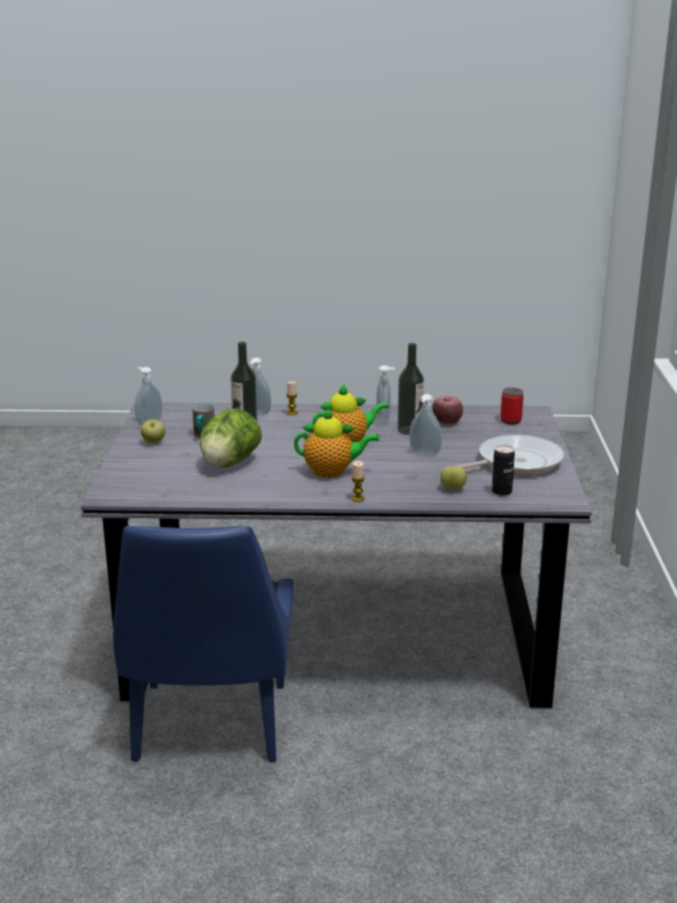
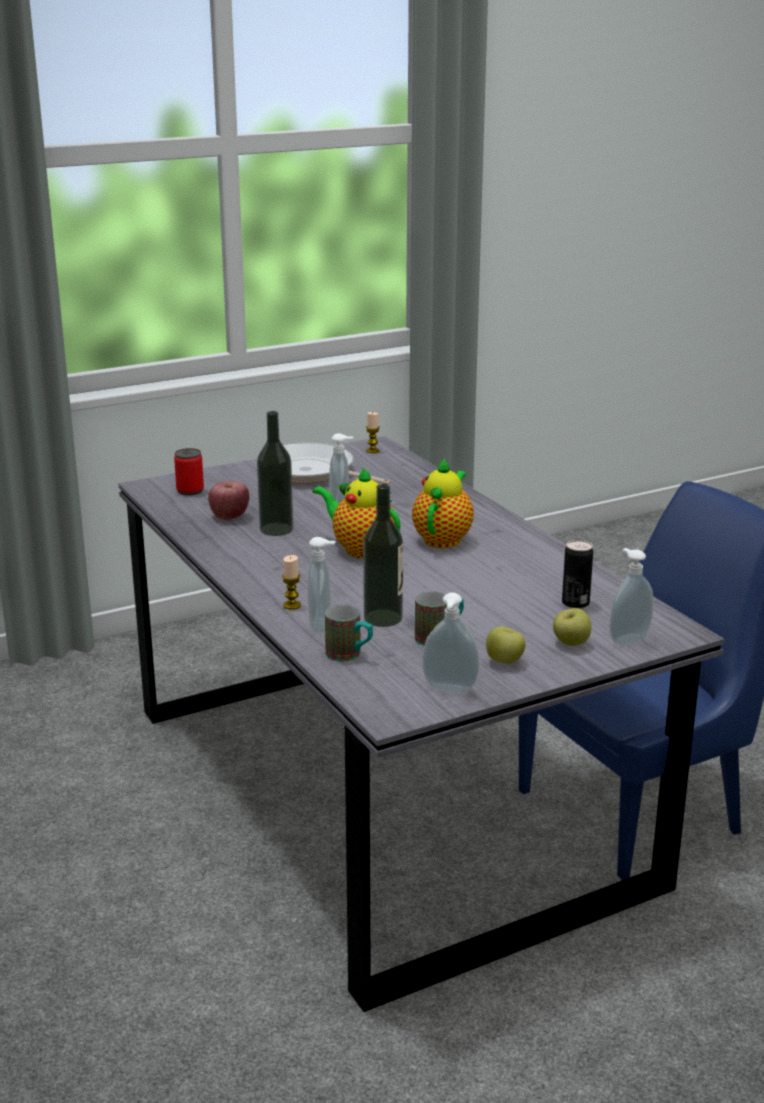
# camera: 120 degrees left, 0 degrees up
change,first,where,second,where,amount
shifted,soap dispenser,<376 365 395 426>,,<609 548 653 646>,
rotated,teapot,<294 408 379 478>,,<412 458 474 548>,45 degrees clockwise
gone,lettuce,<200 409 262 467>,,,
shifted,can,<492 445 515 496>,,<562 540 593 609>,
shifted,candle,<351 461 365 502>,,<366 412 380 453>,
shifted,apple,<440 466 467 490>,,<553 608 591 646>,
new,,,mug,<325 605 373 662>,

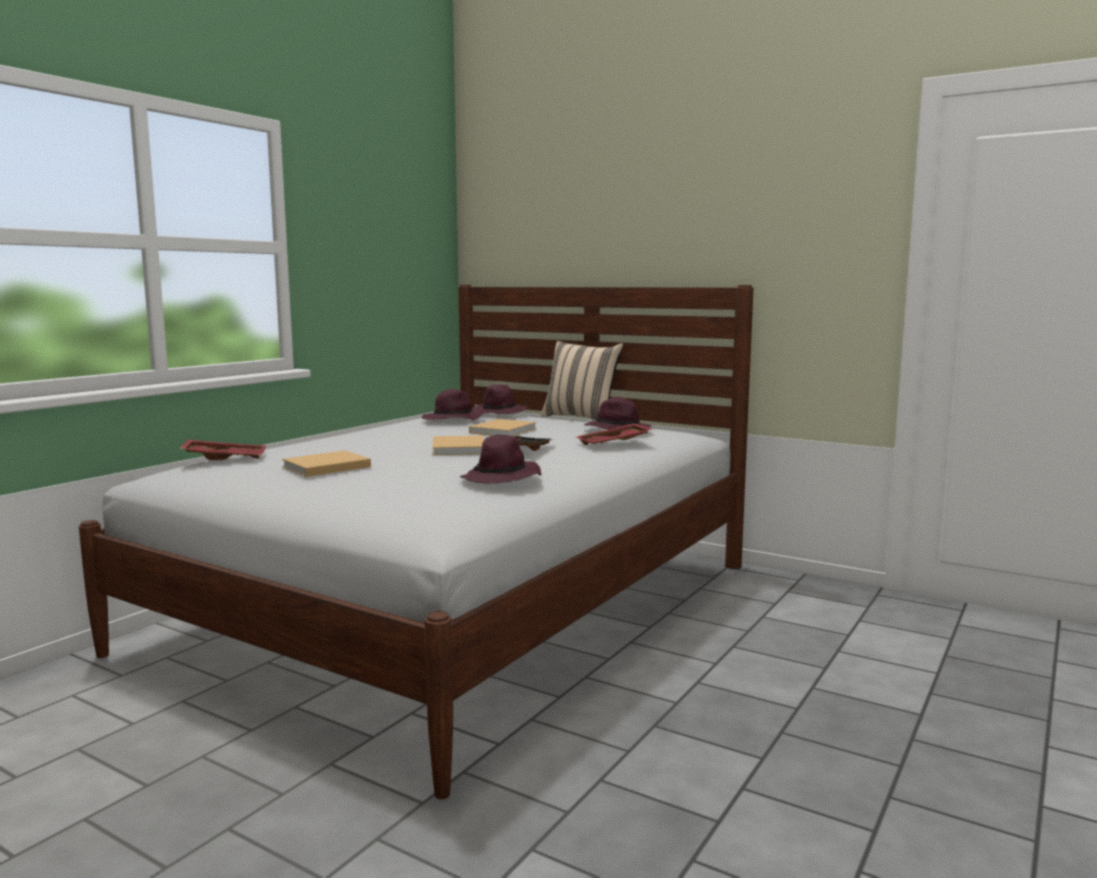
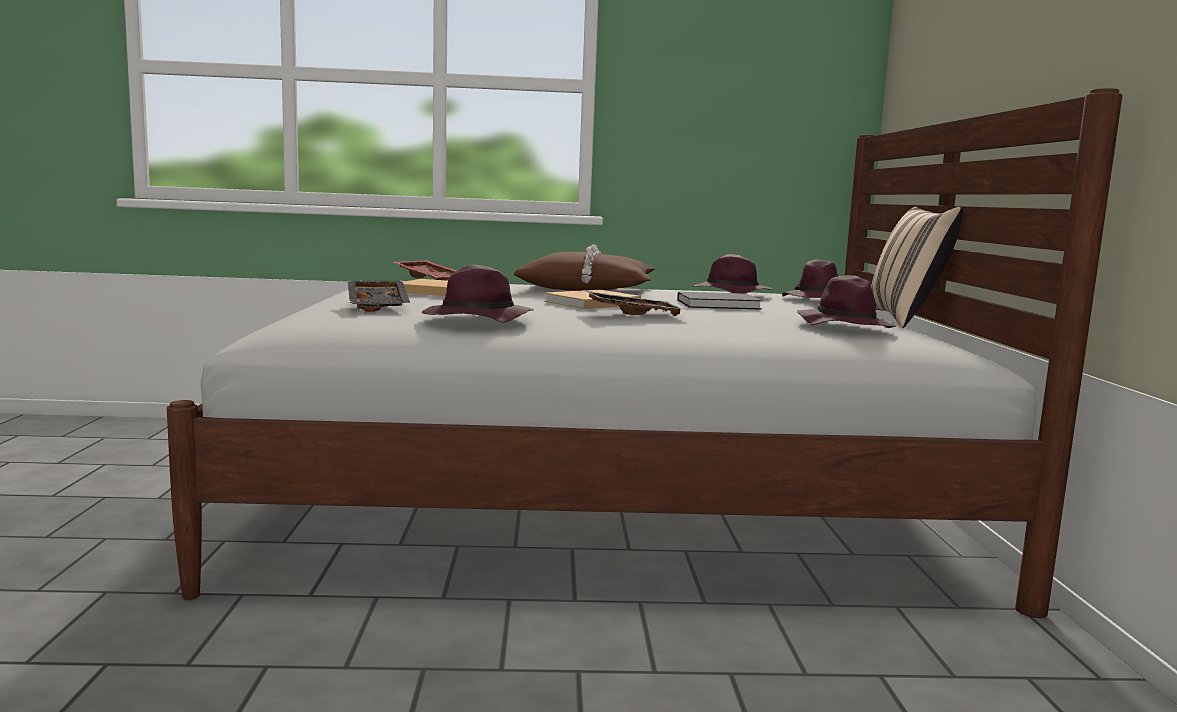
# camera: 55 degrees right, 0 degrees up
change,first,where,second,where,amount
repainted,beige book,<469 419 537 436>,black book,<677 292 763 310>,
gone,red tray,<576 424 653 445>,,,
new,,,brown pillow,<514 244 655 291>,
new,,,black tray,<348 280 410 312>,

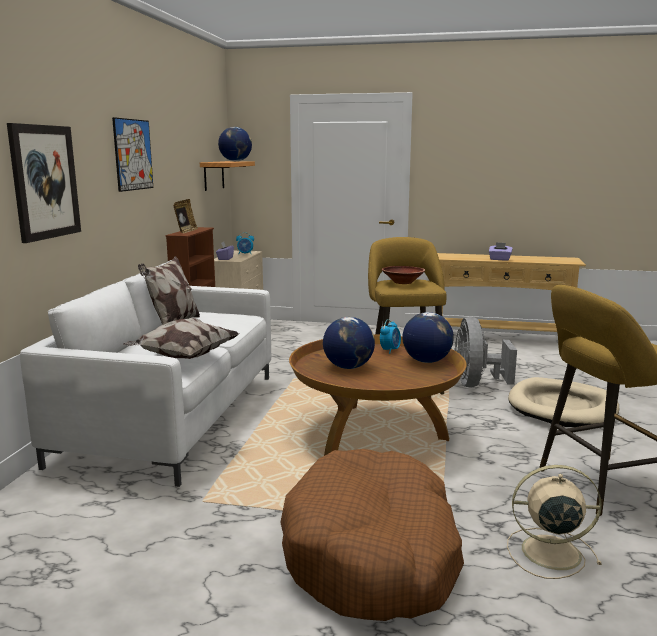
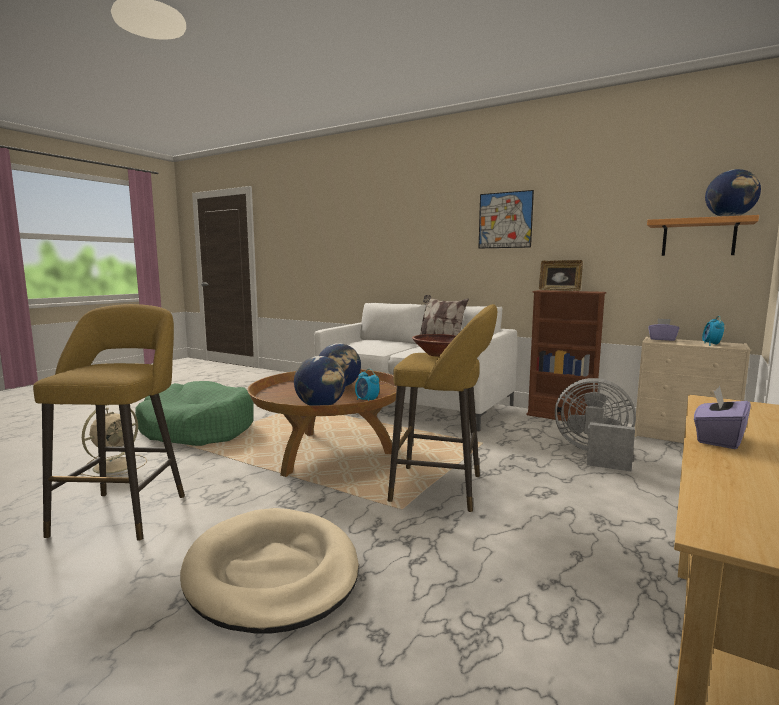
# camera: 110 degrees right, 5 degrees down
change,first,where,second,where,amount
gone,picture,<7 123 81 243>,,,
shifted,grey fan,<455 317 517 388>,,<555 378 636 471>,
gone,pillow,<123 318 239 359>,,,
repainted,brown dog bed,<280 449 464 621>,green dog bed,<135 381 254 446>,

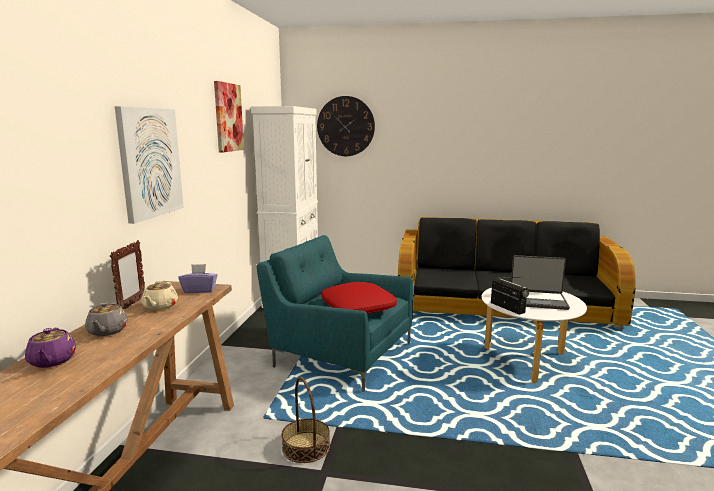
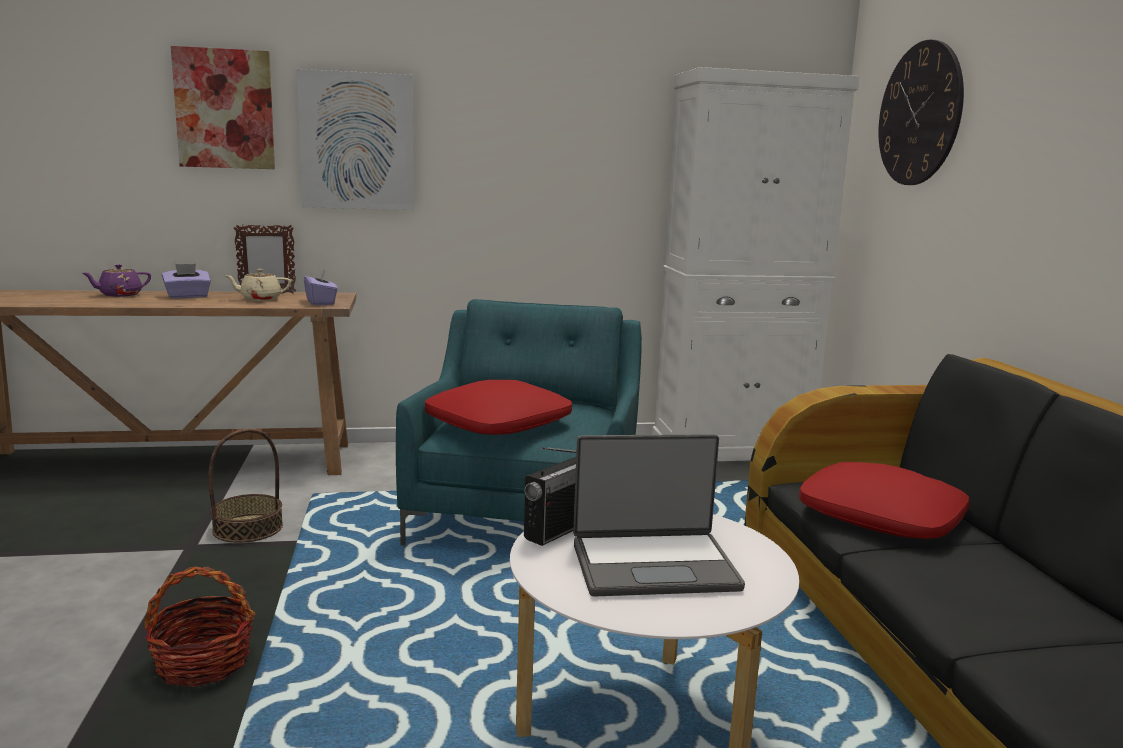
# camera: 70 degrees right, 0 degrees up
change,first,where,second,where,amount
shifted,picture,<214 81 244 153>,,<171 46 275 169>,
rotated,laptop,<511 255 570 310>,,<573 434 745 597>,90 degrees counterclockwise
swapped,grey teapot,<85 302 128 336>,purple tissue box,<162 264 211 298>,
new,,,red pillow,<799 462 970 539>,
new,,,basket,<144 567 255 687>,

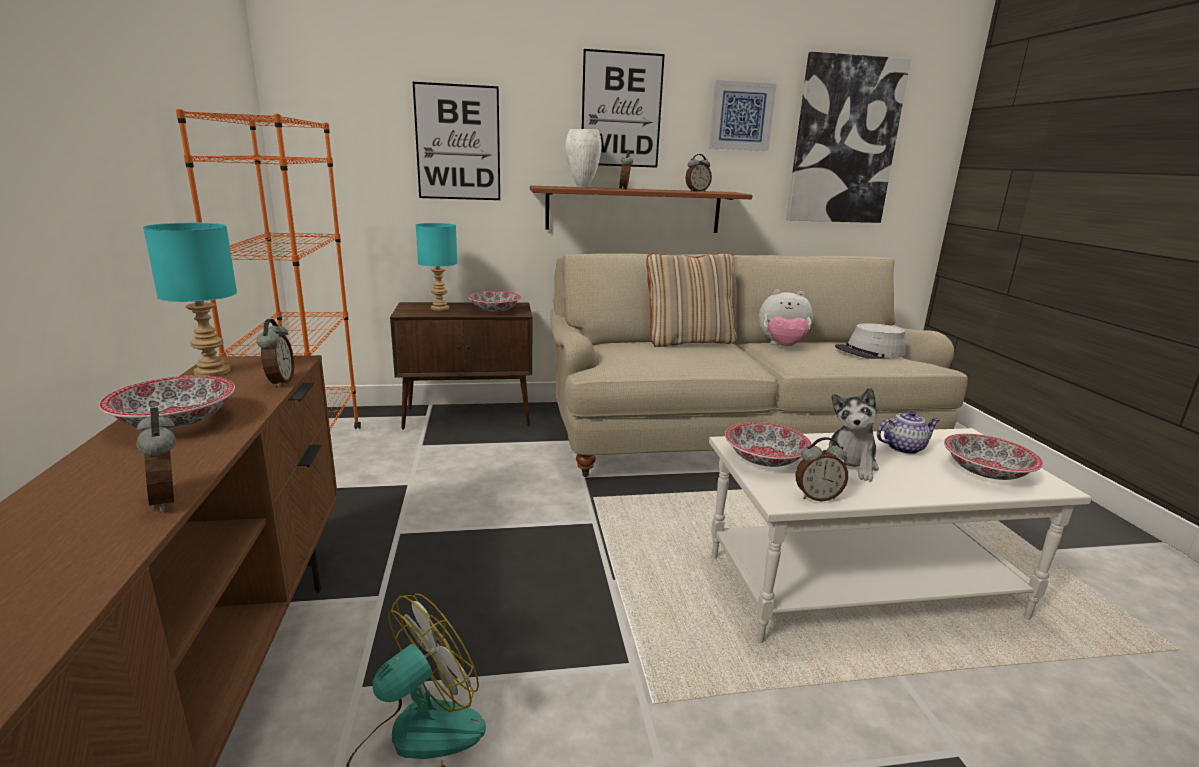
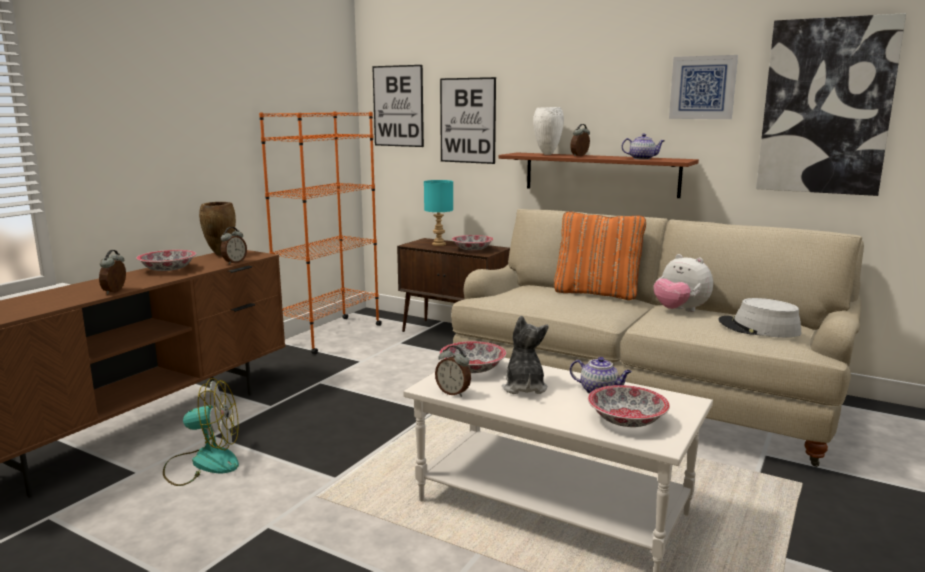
# camera: 40 degrees right, 5 degrees down
change,first,where,second,where,amount
shifted,picture,<582 49 665 168>,,<372 65 424 147>,
swapped,alarm clock,<685 154 712 192>,teapot,<621 134 665 160>,
swapped,turquoise table lamp,<143 223 237 376>,brown vase,<199 202 236 255>,
repainted,beige pillow,<646 253 737 347>,orange pillow,<554 212 646 300>,
rotated,plush toy,<826 388 879 482>,,<502 316 549 394>,120 degrees clockwise

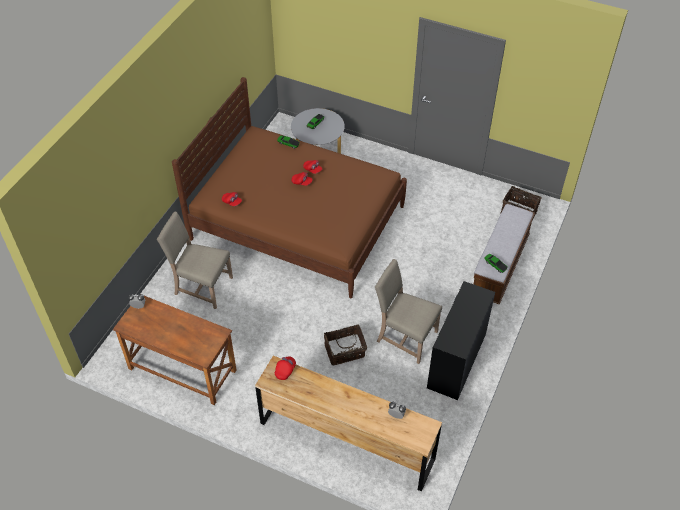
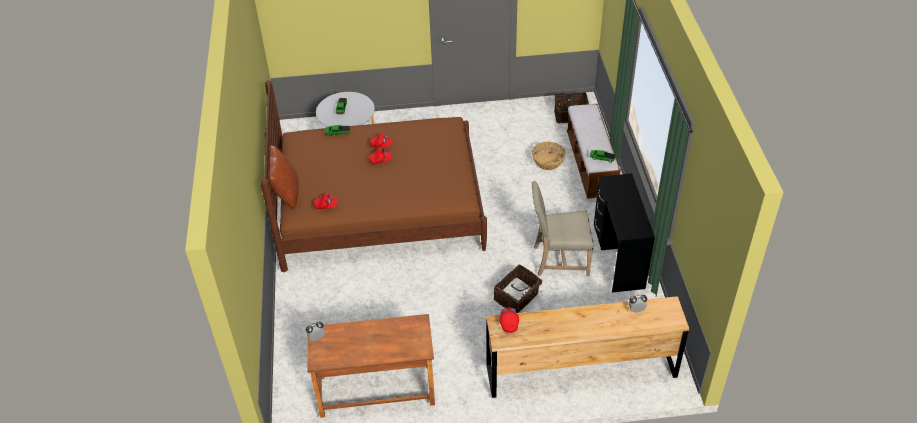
# camera: 30 degrees left, 5 degrees down
change,first,where,second,where,amount
gone,beige chair,<157 212 233 309>,,,
new,,,basket,<532 142 566 170>,
new,,,brown pillow,<269 145 299 209>,

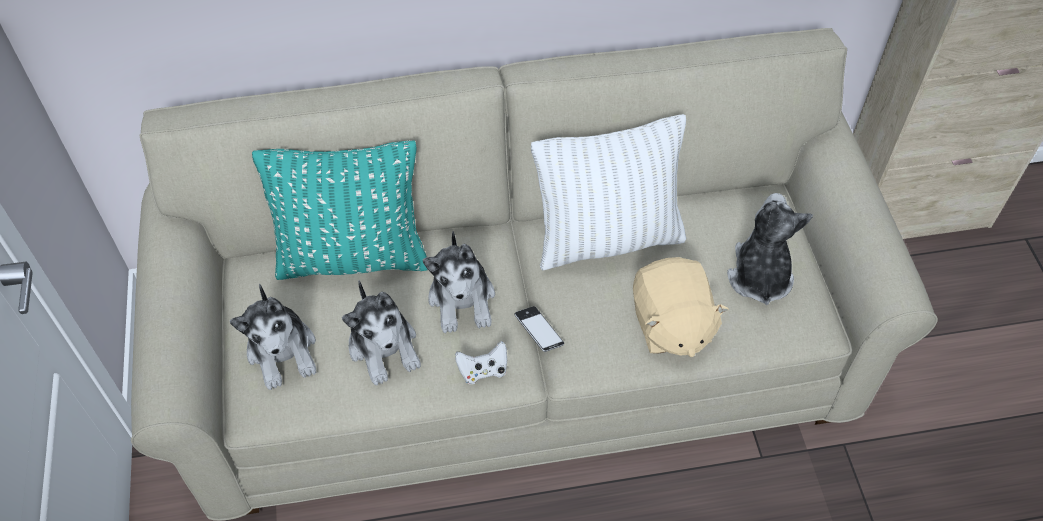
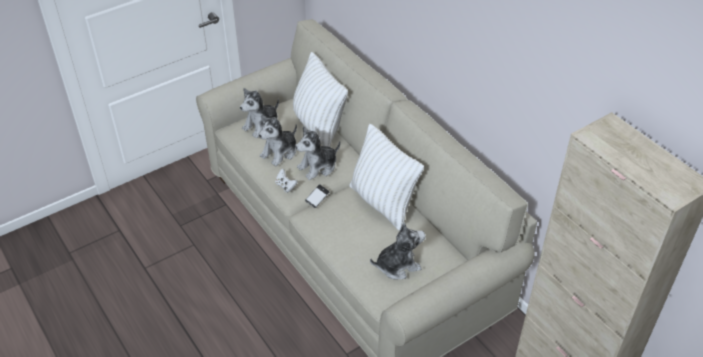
# camera: 65 degrees right, 10 degrees down
change,first,where,second,where,amount
repainted,turquoise pillow,<252 140 428 280>,white pillow,<293 52 348 147>,
gone,beige plush toy,<633 257 729 357>,,,

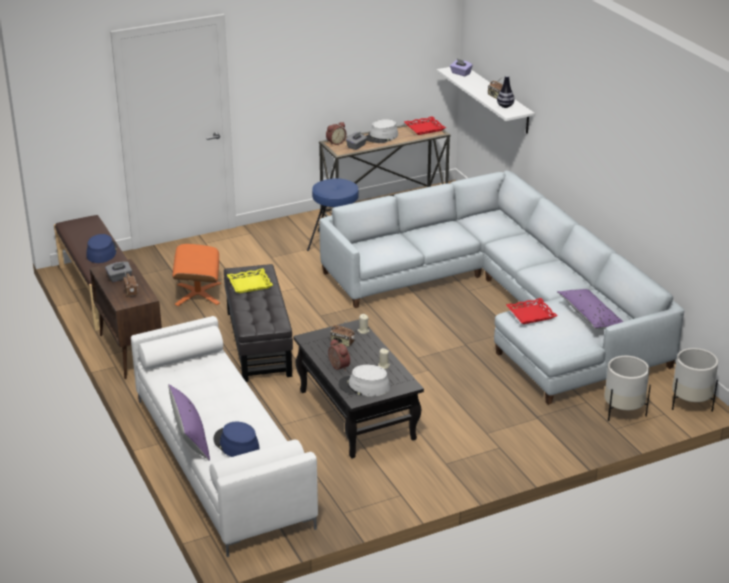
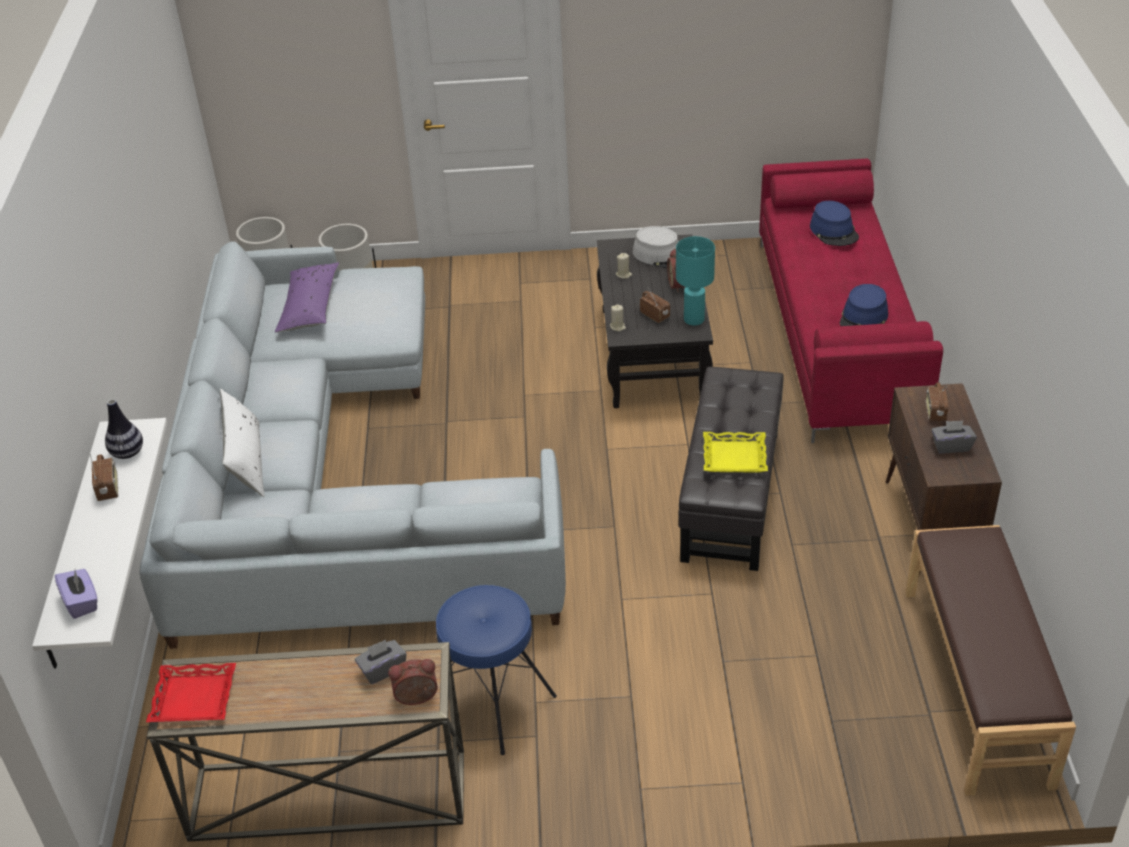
# camera: 155 degrees left, 10 degrees up
change,first,where,second,where,amount
gone,grey hat,<366 119 398 143>,,,
shifted,blue hat,<86 234 117 263>,,<840 284 888 326>,
gone,orange ottoman,<173 244 221 306>,,,
gone,red tray,<506 298 557 324>,,,
repainted,white sofa,<131 316 318 557>,red sofa,<759 159 943 443>,
gone,purple pillow,<168 384 210 461>,,,
new,,,turquoise table lamp,<676 236 715 326>,
new,,,white pillow,<220 389 264 497>,

